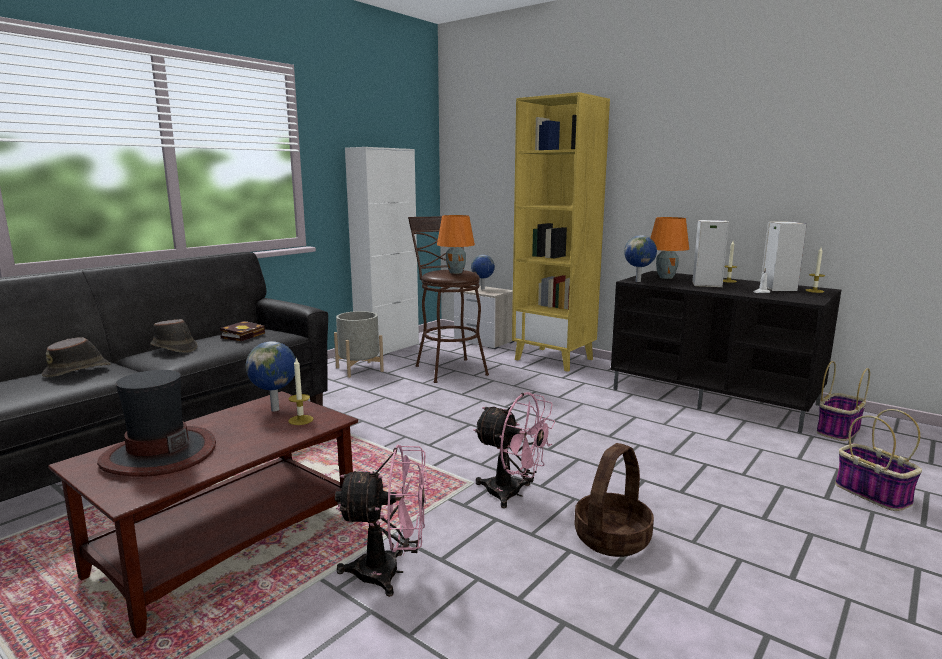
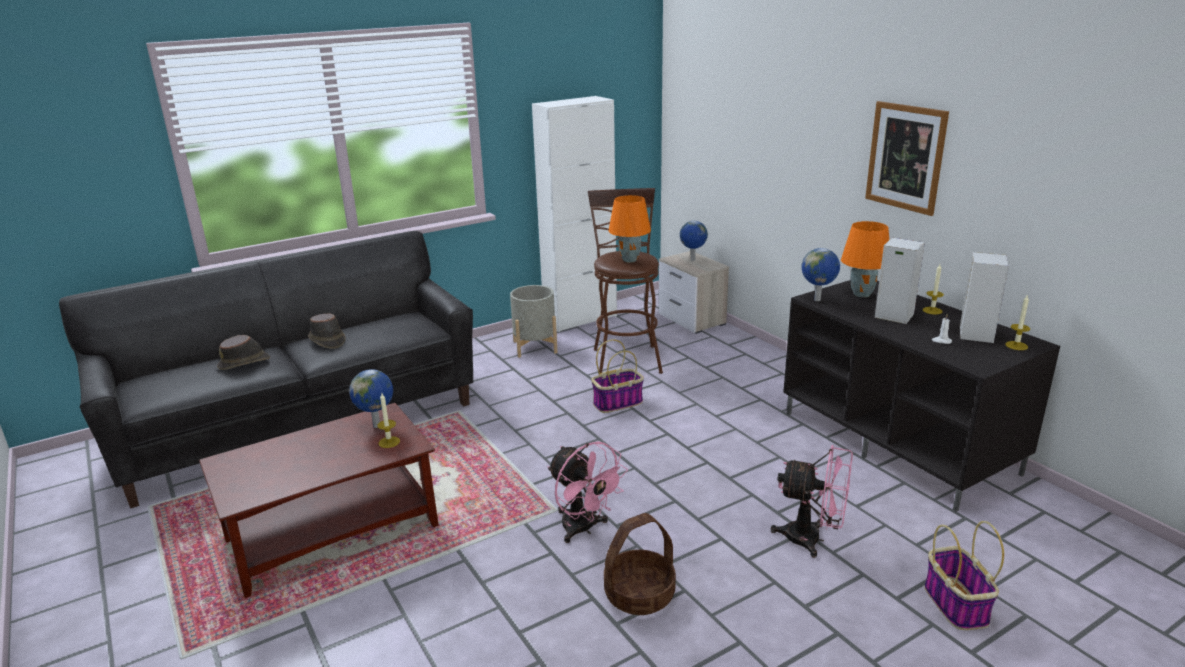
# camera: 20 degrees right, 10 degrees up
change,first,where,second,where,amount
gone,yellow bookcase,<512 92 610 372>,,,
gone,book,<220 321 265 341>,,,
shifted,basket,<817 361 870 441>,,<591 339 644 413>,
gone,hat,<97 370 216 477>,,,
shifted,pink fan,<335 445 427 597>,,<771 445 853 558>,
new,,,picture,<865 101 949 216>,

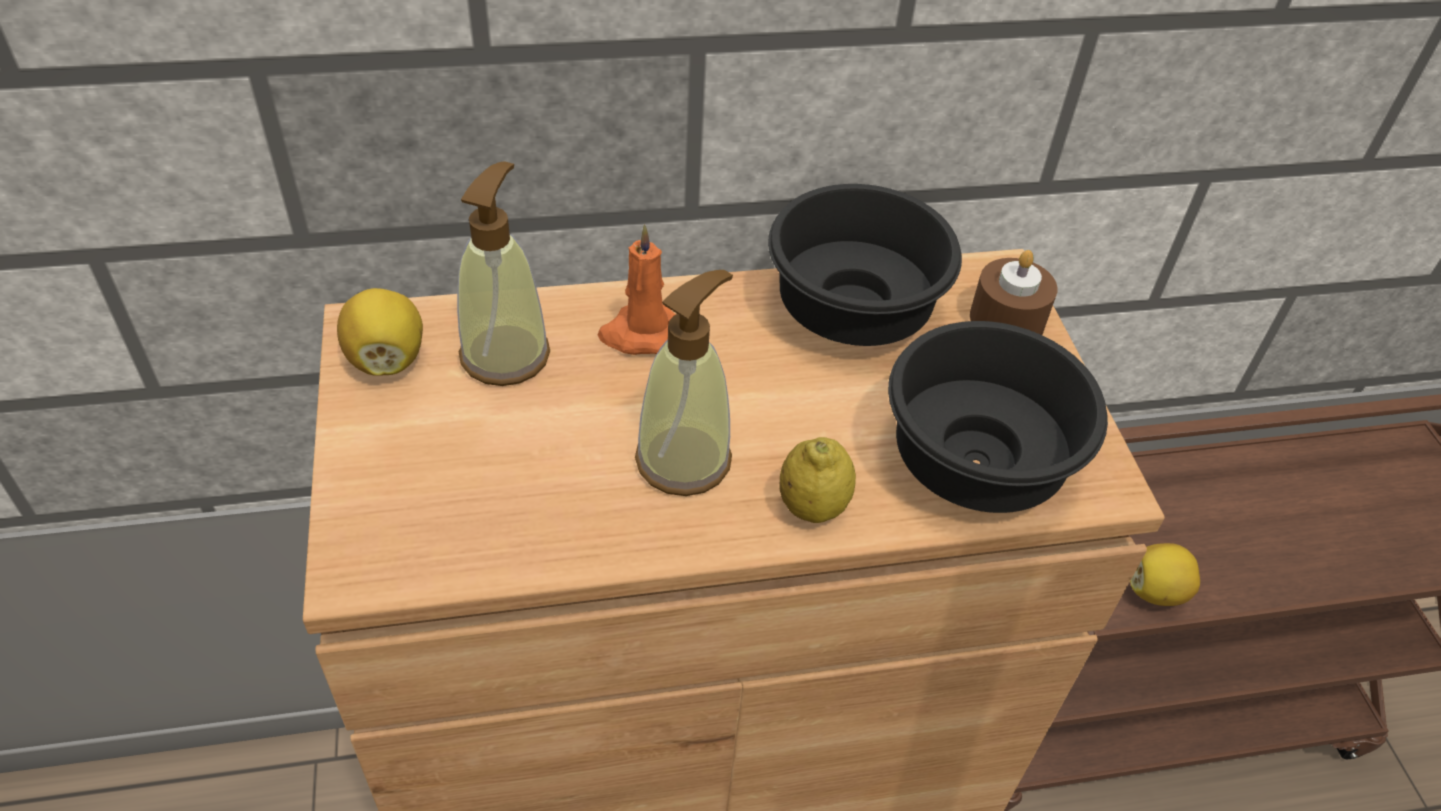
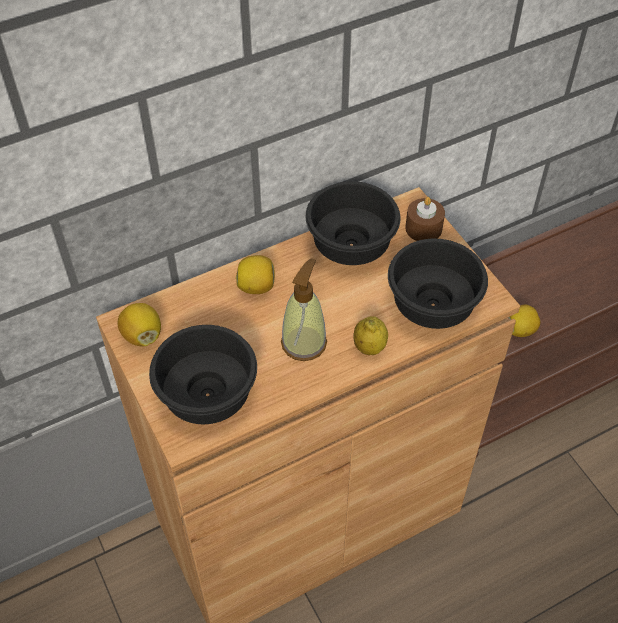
# camera: 15 degrees left, 5 degrees up
change,first,where,second,where,amount
gone,soap dispenser,<457 161 550 386>,,,
swapped,orange candle,<597 224 676 355>,lemon,<236 255 275 294>,
new,,,black bowl,<149 325 257 424>,

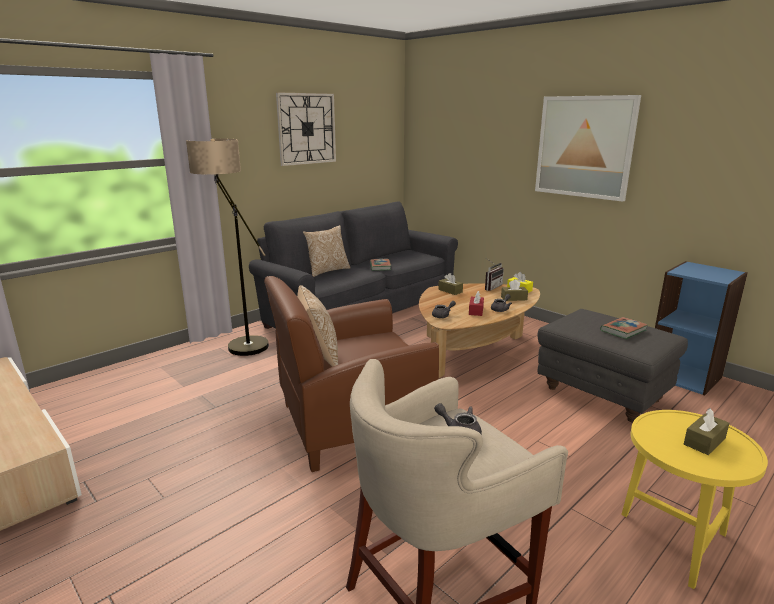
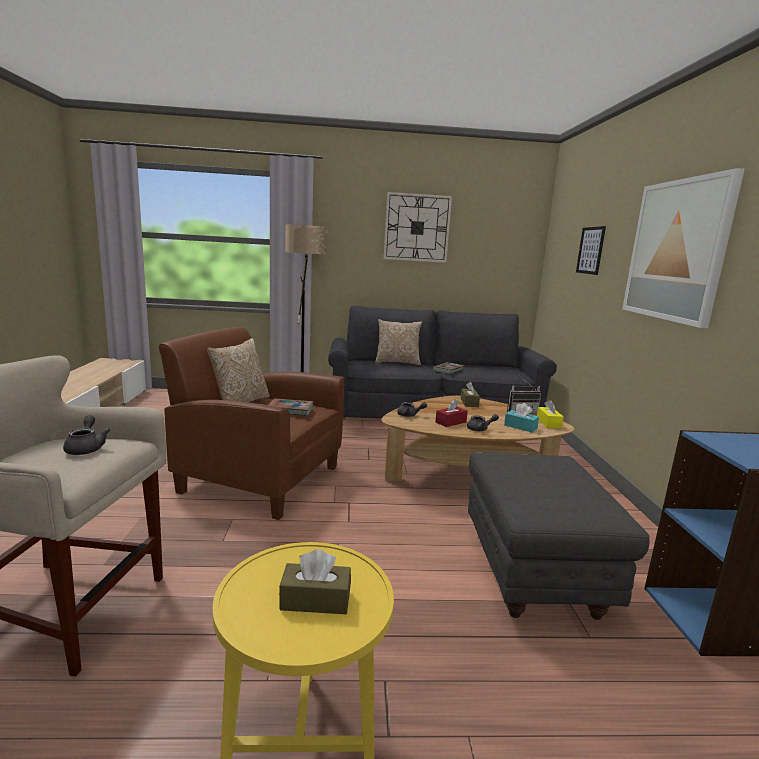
# camera: 40 degrees right, 5 degrees down
change,first,where,second,where,amount
repainted,brown tissue box,<501 279 528 301>,turquoise tissue box,<504 403 539 432>,
shifted,book,<600 317 648 339>,,<268 398 314 416>,
new,,,picture,<576 226 606 275>,

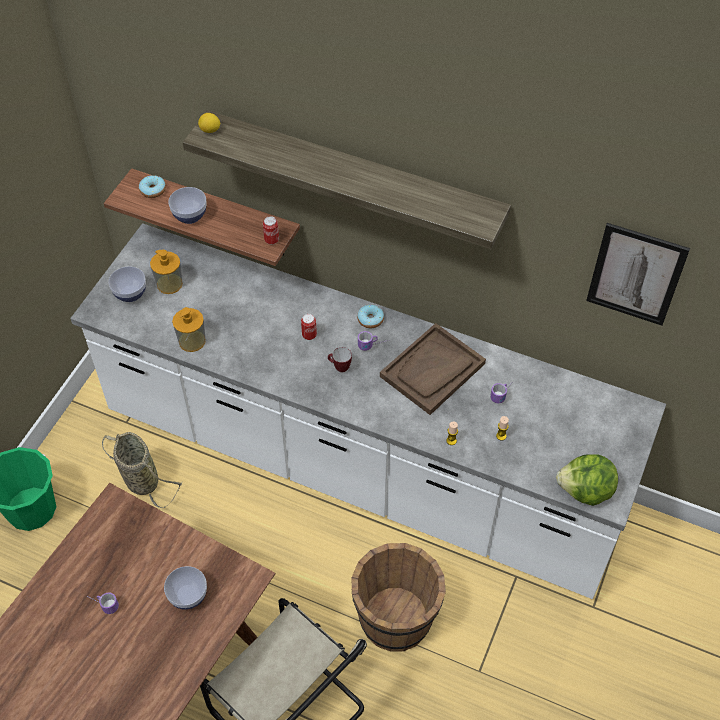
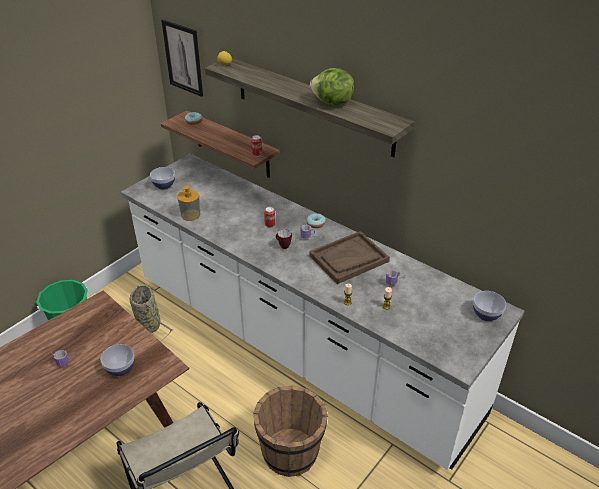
# camera: 15 degrees right, 15 degrees down
change,first,where,second,where,amount
shifted,bowl,<168 187 207 224>,,<473 291 506 321>,
shifted,picture,<586 223 690 326>,,<161 20 203 97>,
gone,soap dispenser,<150 250 183 294>,,,
shifted,lettuce,<556 454 618 506>,,<310 68 354 105>,

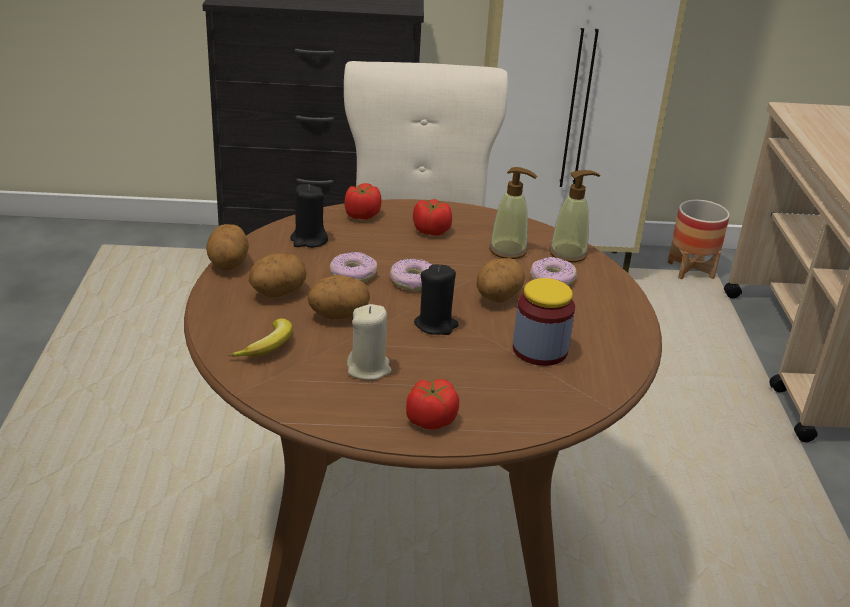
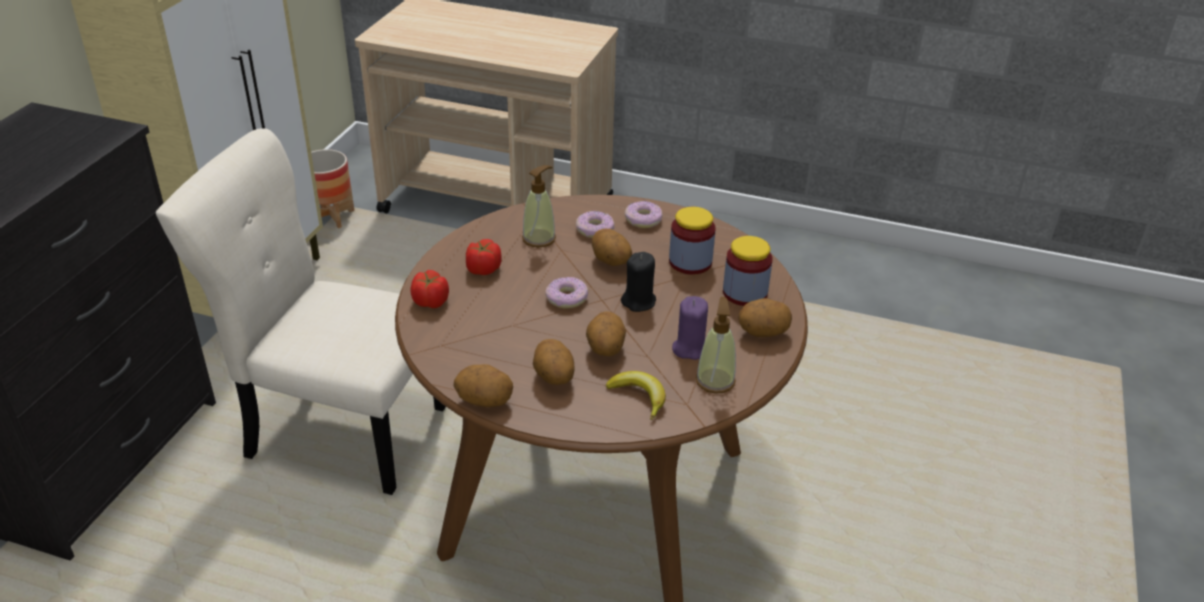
# camera: 70 degrees left, 5 degrees up
change,first,where,second,where,amount
shifted,soap dispenser,<549 170 600 262>,,<696 297 736 394>,
gone,black candle,<290 184 328 248>,,,
shifted,donut,<330 252 377 282>,,<625 201 663 228>,
repainted,beige candle,<347 304 391 380>,purple candle,<672 296 708 360>,
swapped,tomato,<406 378 459 430>,potato,<738 298 792 337>,
new,,,jar,<723 236 773 306>,

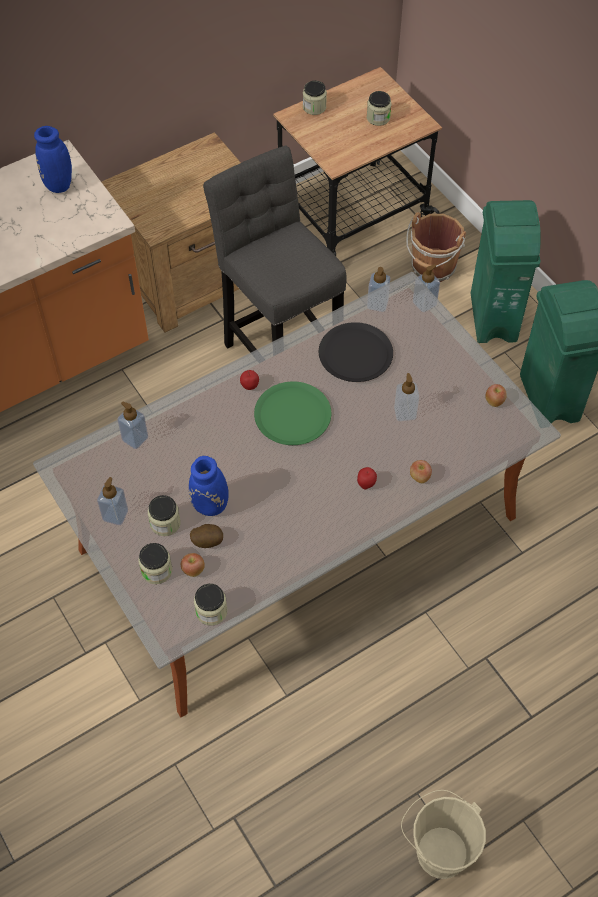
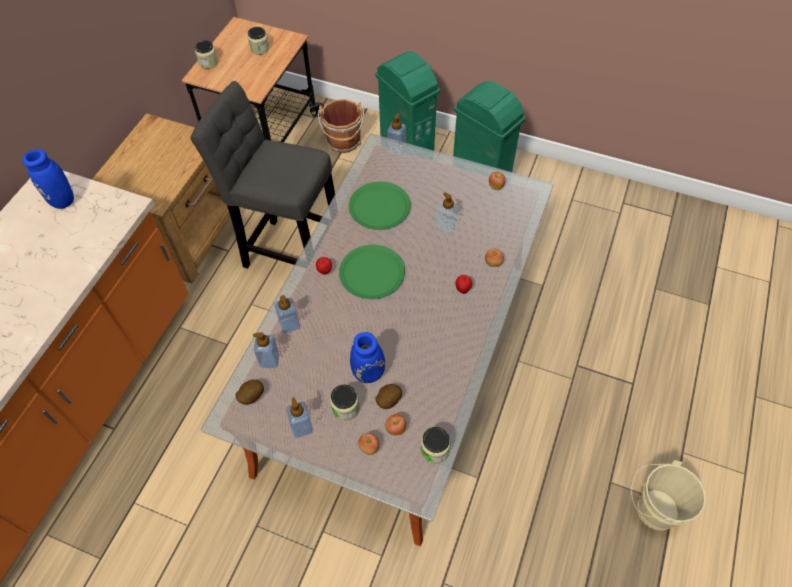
# camera: 35 degrees left, 0 degrees up
change,first,where,second,where,amount
shifted,soap dispenser,<367 267 390 312>,,<274 295 300 333>,
repainted,black plate,<319 322 393 382>,green plate,<349 181 411 230>,
swapped,jar,<139 543 172 584>,apple,<358 433 379 455>,
new,,,potato,<236 380 264 405>,

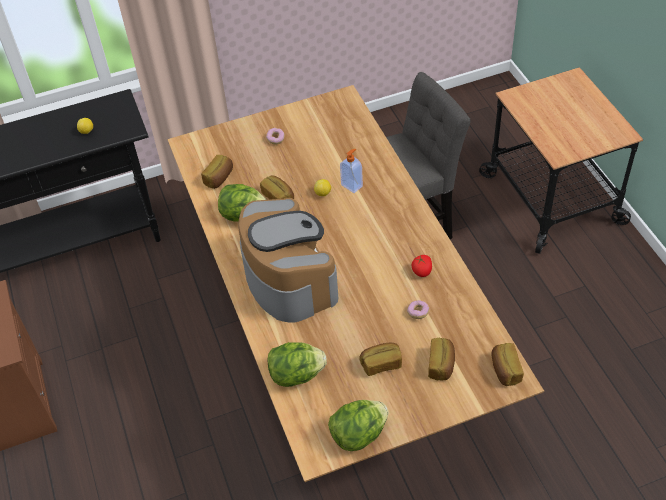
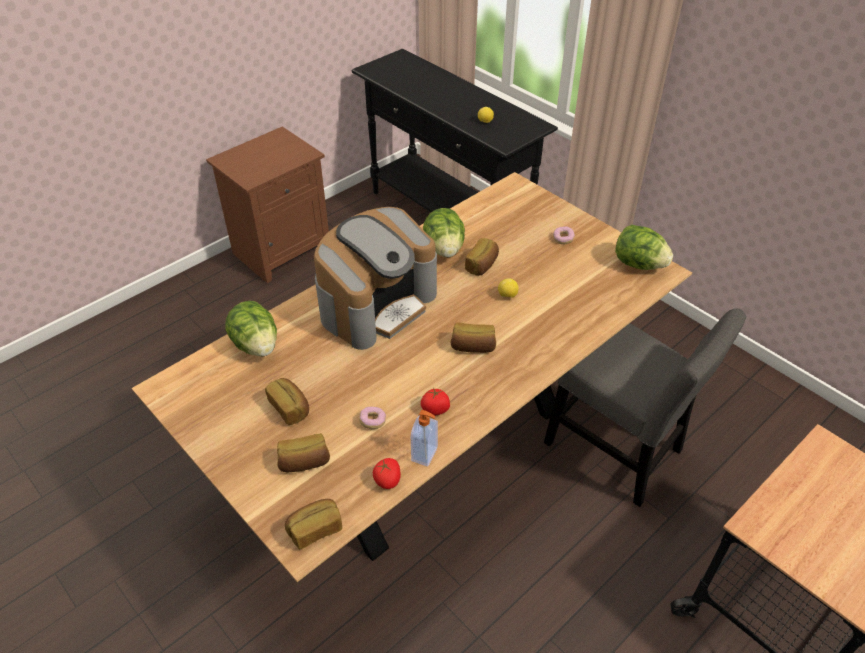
# camera: 65 degrees right, 5 degrees down
change,first,where,second,where,amount
shifted,soap dispenser,<340 149 363 193>,,<411 410 438 467>,
shifted,bread,<201 155 233 189>,,<450 323 496 353>,
shifted,lettuce,<328 400 388 451>,,<615 225 673 270>,
new,,,tomato,<373 458 401 489>,

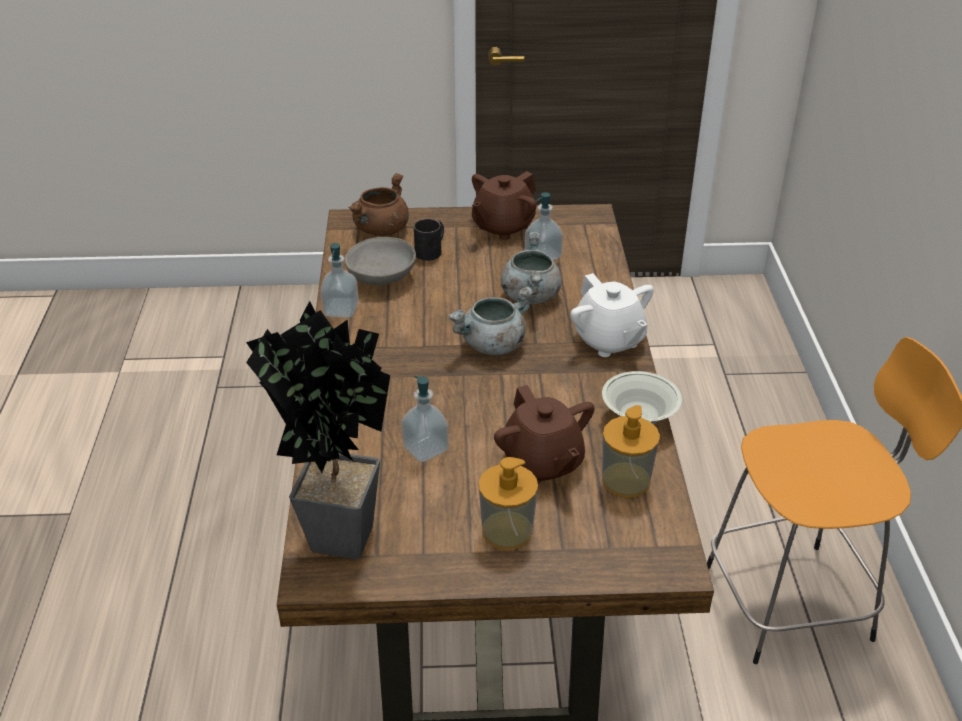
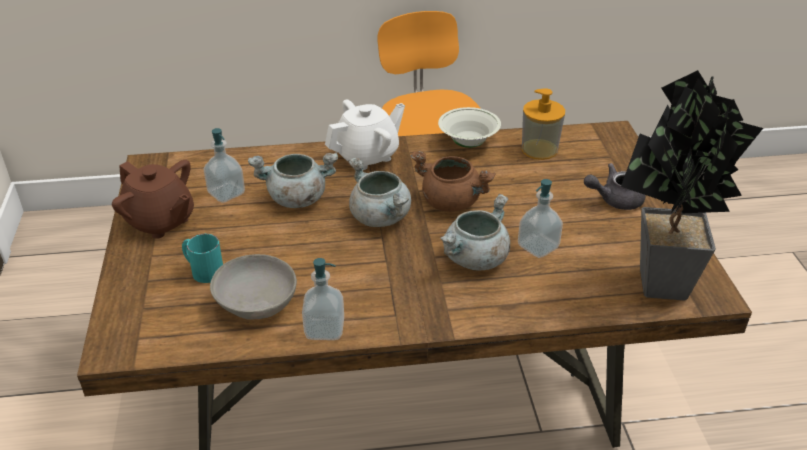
# camera: 95 degrees left, 0 degrees up
change,first,where,second,where,amount
shifted,brown cooking pot,<348 173 409 236>,,<411 151 496 212>,
repainted,black mug,<414 219 444 261>,turquoise mug,<182 234 223 283>,
gone,brown teapot,<494 385 595 484>,,,
swapped,soap dispenser,<479 457 538 550>,grey teapot,<584 163 645 210>,
new,,,grey cooking pot,<440 194 510 271>,

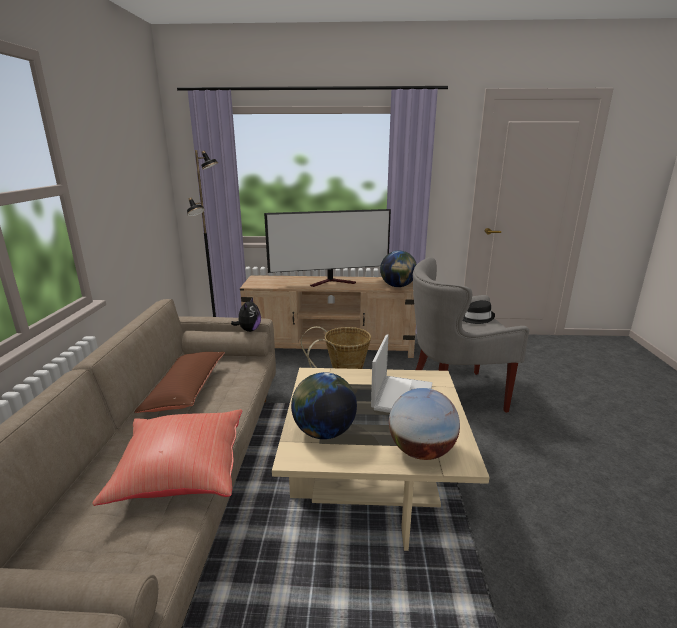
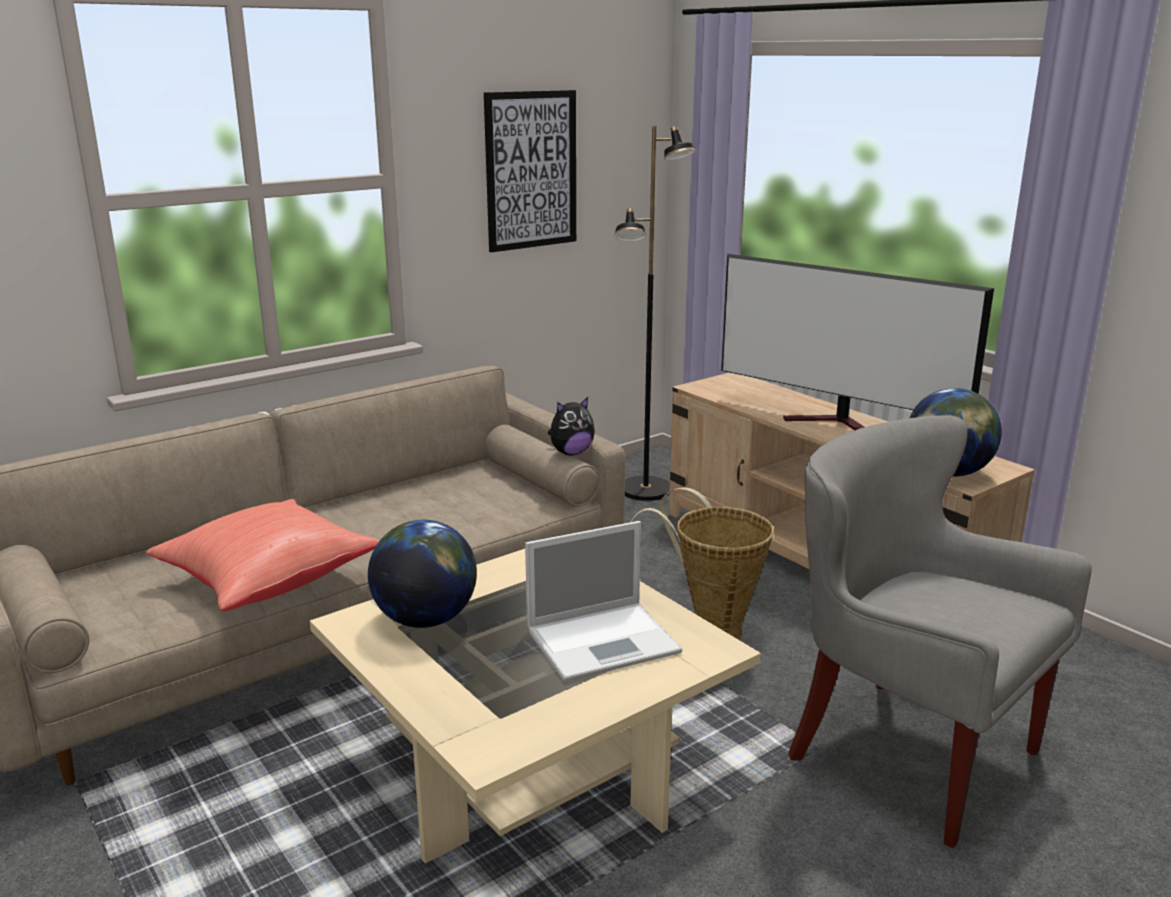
# camera: 50 degrees right, 0 degrees up
change,first,where,second,where,amount
gone,black hat,<463 300 495 324>,,,
gone,brown pillow,<134 352 225 413>,,,
gone,globe,<389 388 460 460>,,,
new,,,picture,<484 90 576 253>,

